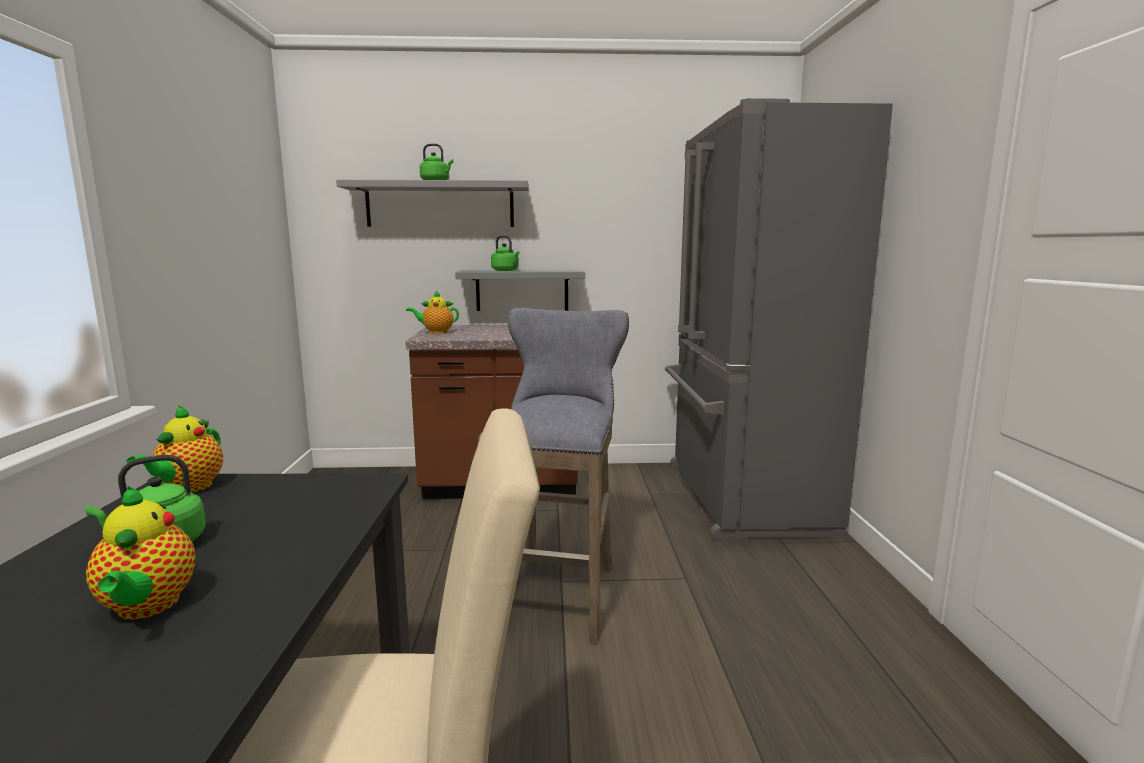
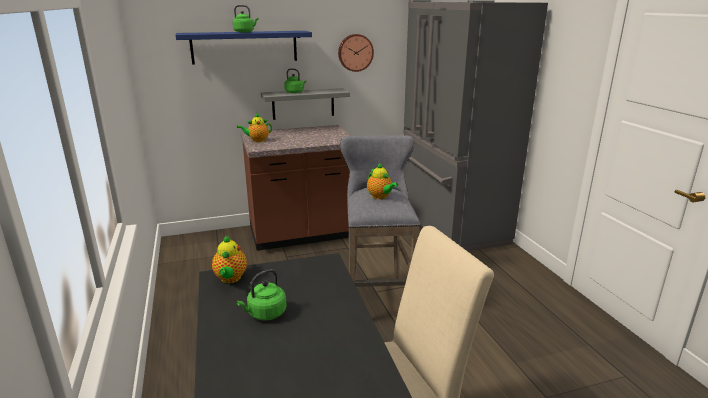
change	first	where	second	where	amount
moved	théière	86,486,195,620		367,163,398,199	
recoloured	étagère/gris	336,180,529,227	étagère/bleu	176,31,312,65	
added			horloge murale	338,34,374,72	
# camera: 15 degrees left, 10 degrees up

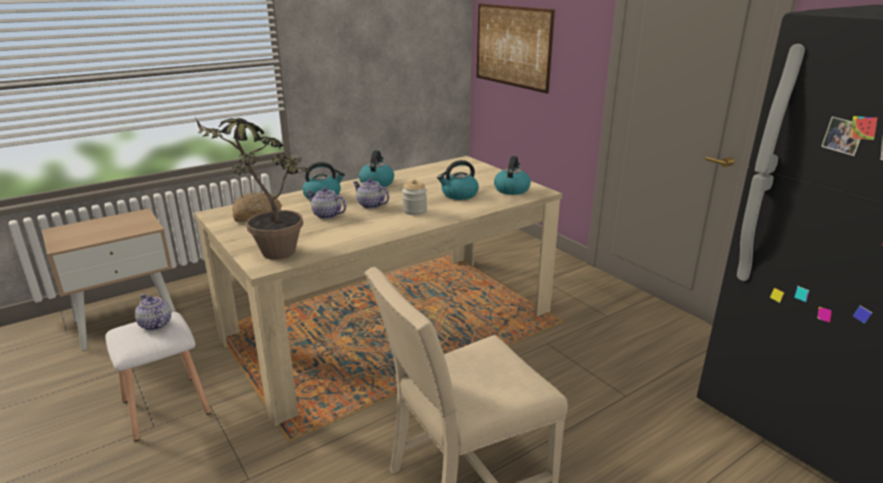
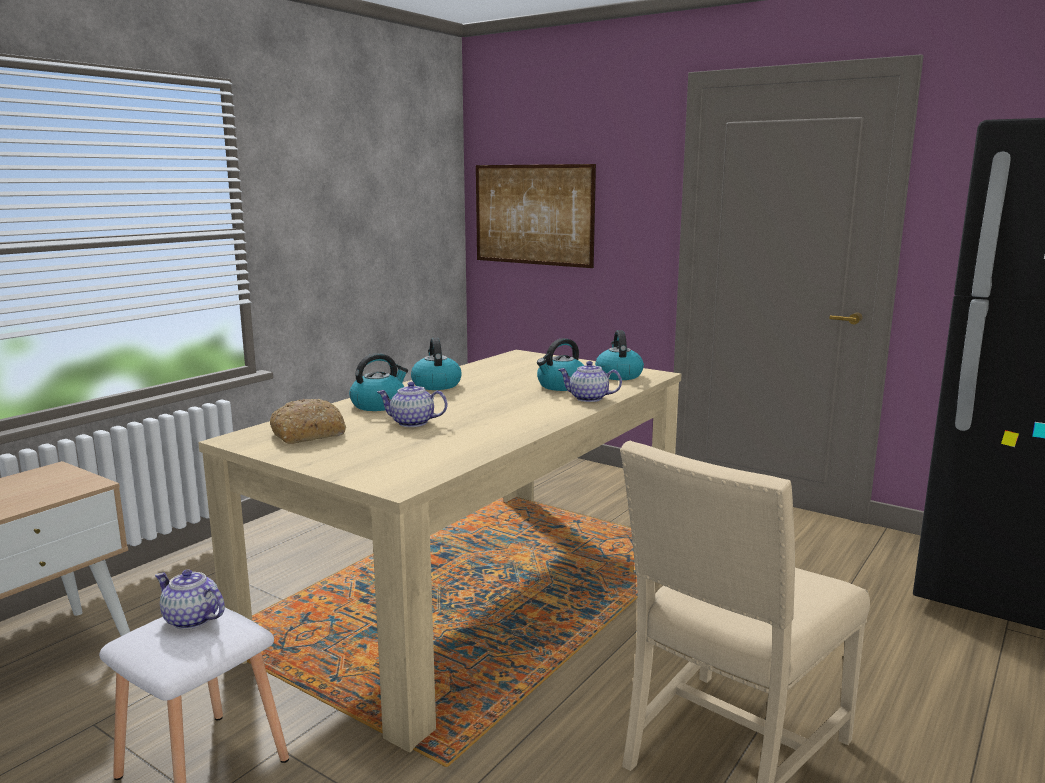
change	first	where	second	where	amount
removed	plante en pot	195,117,310,260			
moved	théière	353,179,389,209		558,361,622,402	
removed	bocal	402,179,427,215			
# camera: 20 degrees left, 10 degrees down

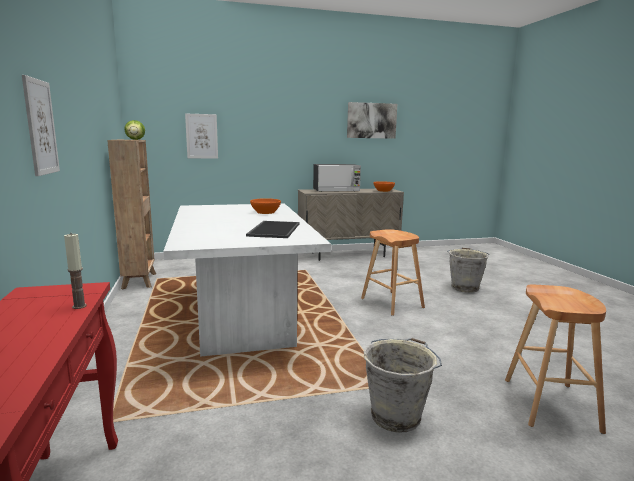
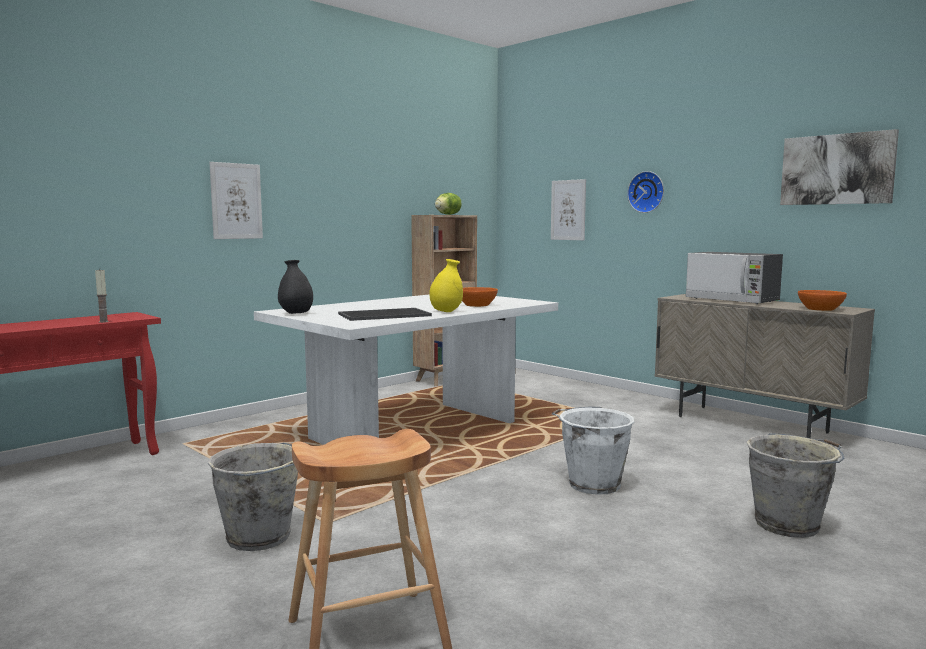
change	first	where	second	where	amount
replaced	tabouret/marron	361,229,425,316	seau/blanc	552,407,634,495	
added			vase/noir	278,260,313,314	
added			vase/jaune	429,259,463,312	
added			horloge murale	627,171,664,213	
# camera: 60 degrees right, 5 degrees down

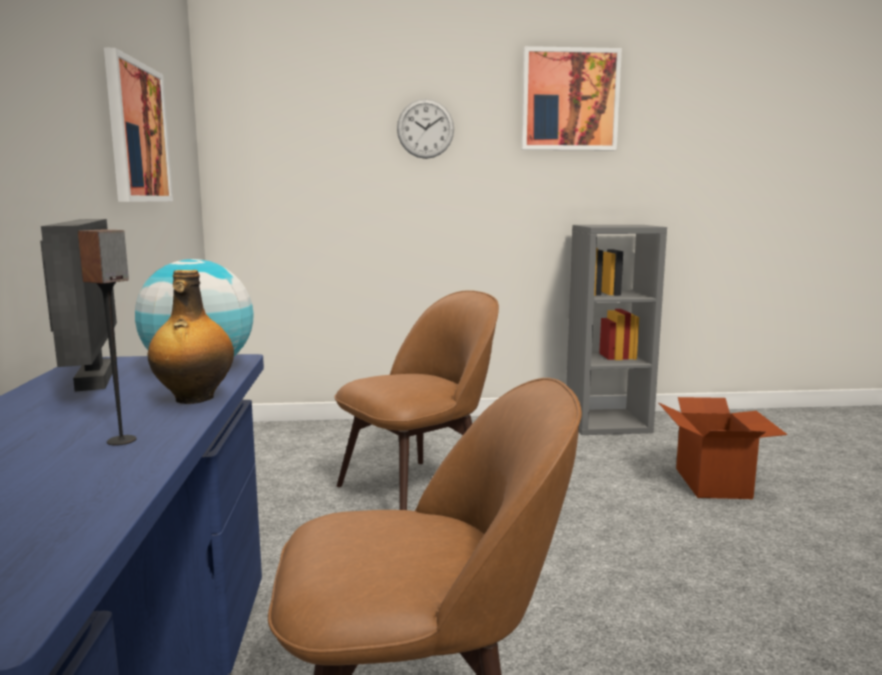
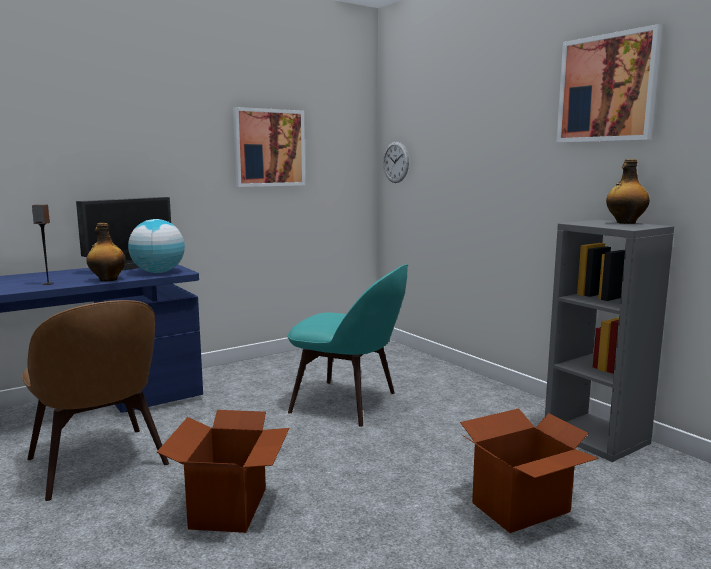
change	first	where	second	where	amount
recoloured	chaise/marron	334,290,499,510	chaise/turquoise	287,264,408,427	
moved	horloge murale	397,99,454,159		383,142,409,183	
added			carton	157,410,289,533	
added			bouteille	606,159,650,224	
# camera: 60 degrees right, 0 degrees up

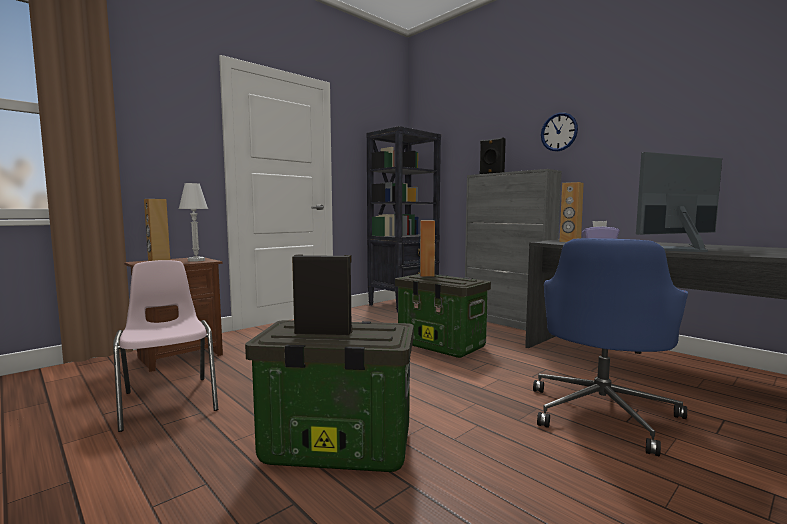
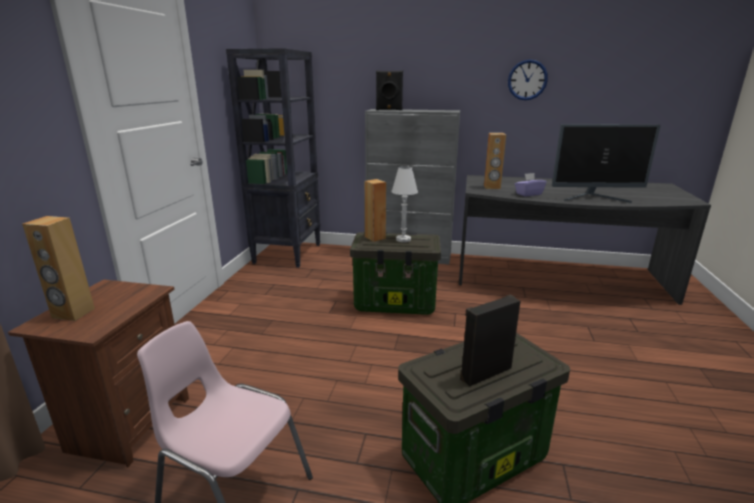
change	first	where	second	where	amount
moved	lampe de table/blanc	179,183,208,262		392,166,418,242	
removed	chaise de bureau/bleu	533,238,688,457			
moved	horloge murale	541,112,578,151		508,59,548,100	
turned	écran d'ordinateur	636,152,722,252		552,124,661,203	120 degrees counterclockwise
# camera: 35 degrees left, 15 degrees up

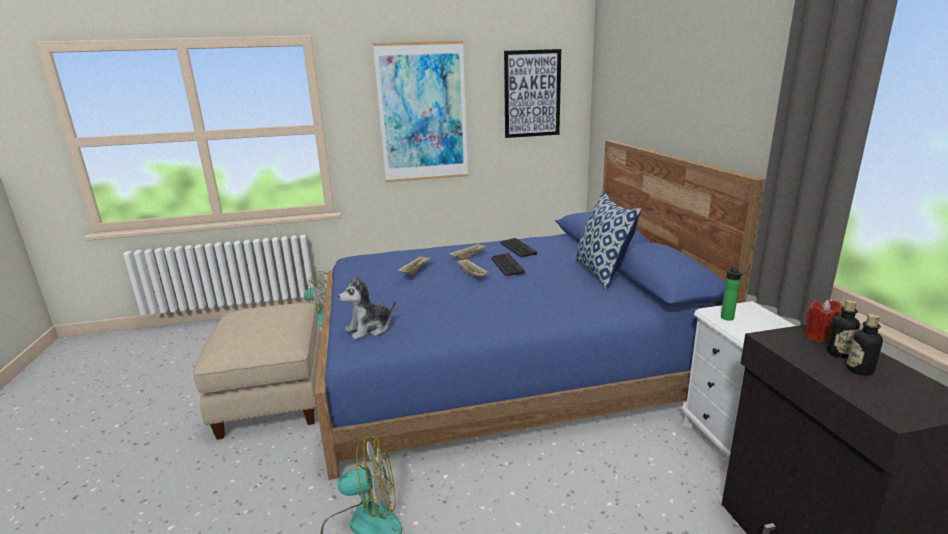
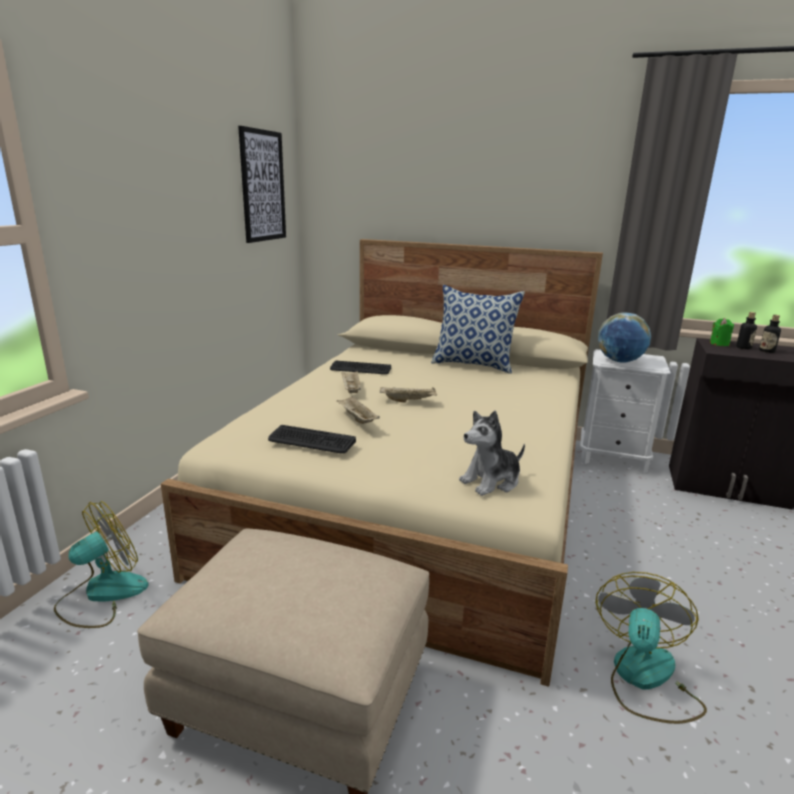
change	first	where	second	where	amount
recoloured	lit/bleu	314,140,765,480	lit/beige	161,239,603,687	
turned	peluche	338,276,396,340		459,411,525,496	60 degrees clockwise
removed	tableau	373,41,468,182			
moved	clavier	491,253,525,276		268,425,356,453	
replaced	bouteille	721,267,743,321	globe	598,312,651,363	
recoloured	bougie/rouge	805,300,843,343	bougie/vert	710,318,734,346	
# camera: 60 degrees left, 0 degrees up

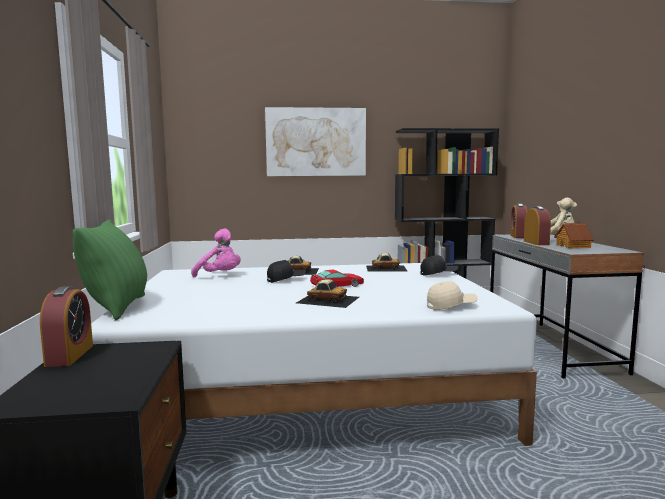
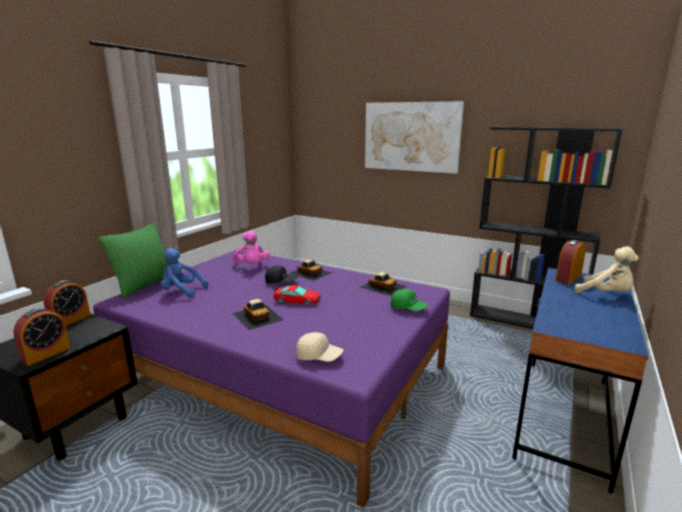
change	first	where	second	where	amount
recoloured	lit/blanc	91,263,537,446	lit/violet	93,249,450,508	
recoloured	casquette/noir	420,255,459,276	casquette/vert	391,289,429,311	
recoloured	bureau/gris	490,234,644,378	bureau/bleu	512,268,649,494	
moved	réveil	524,206,551,245		13,308,71,366	
removed	maison miniature	554,223,594,248			
added			peluche/bleu	161,248,208,298	
# camera: 35 degrees right, 10 degrees up

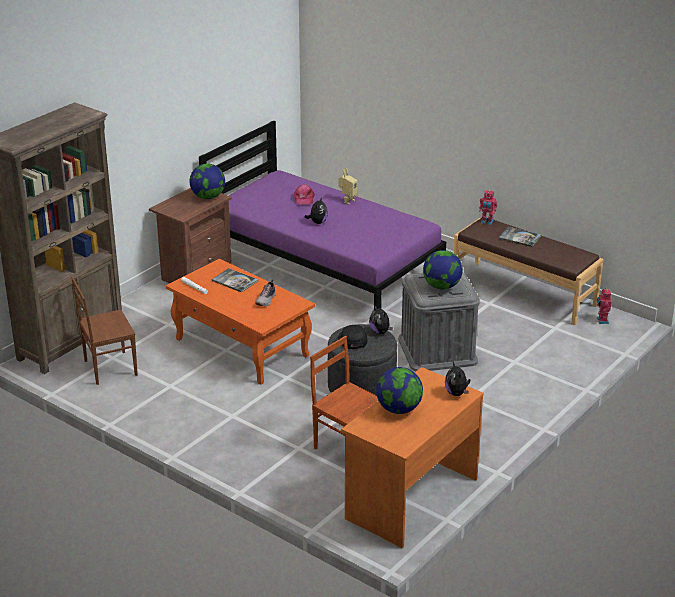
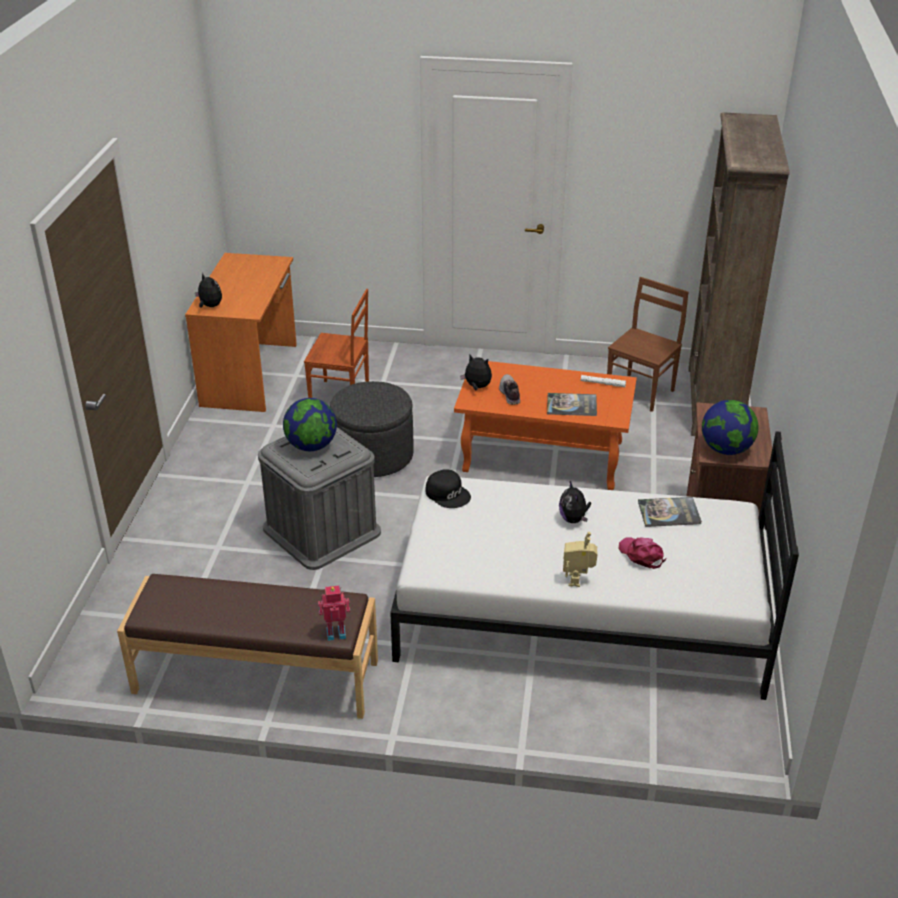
change	first	where	second	where	amount
recoloured	lit/violet	199,120,446,310	lit/blanc	390,431,799,700	
moved	casquette/noir	338,325,367,349		426,469,471,508	
moved	peluche	369,305,393,334		460,355,492,390	
removed	globe	376,367,423,414			
moved	livre	499,227,541,247		638,497,702,527	
removed	robot jouet	597,289,612,324			
# camera: 150 degrees right, 5 degrees up

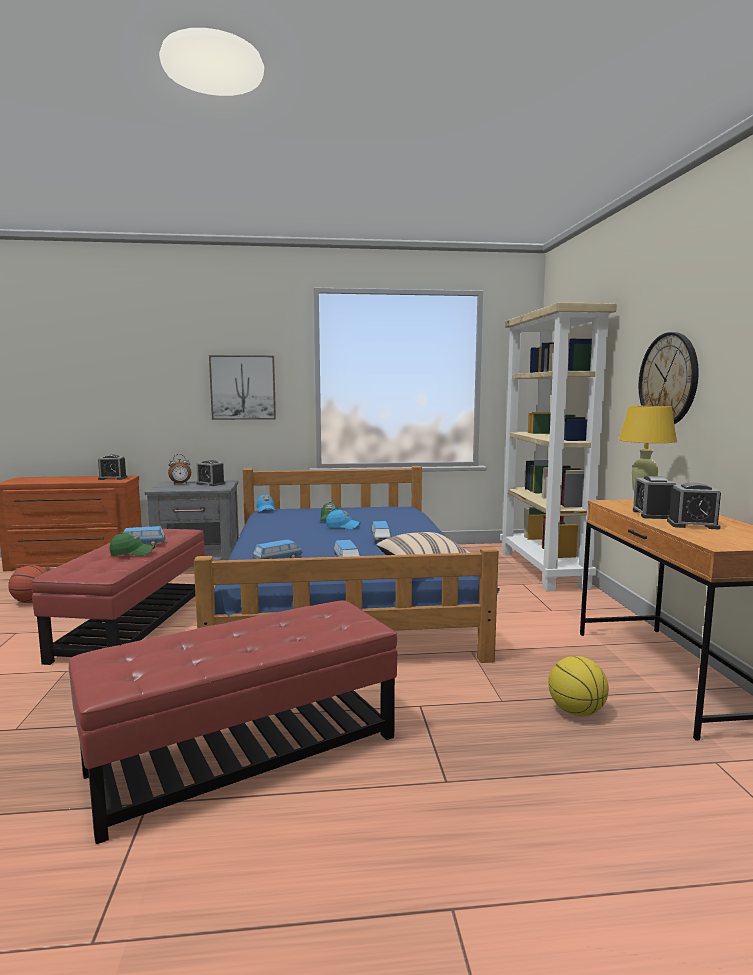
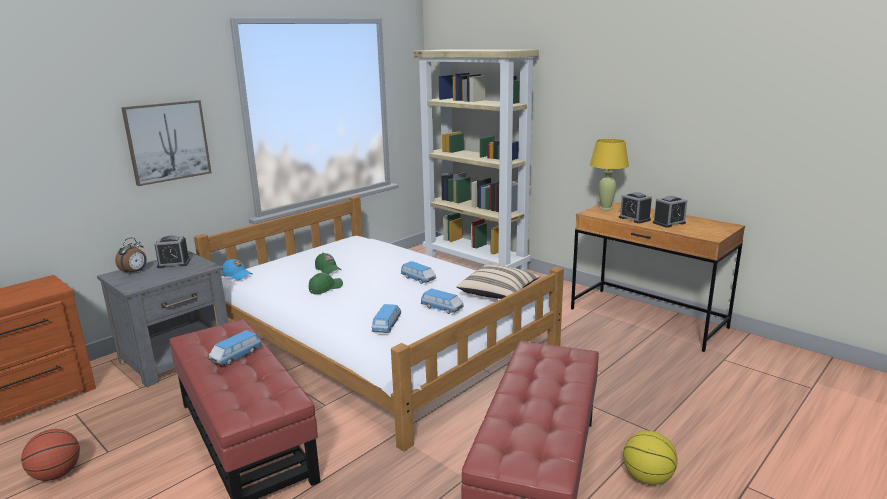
change	first	where	second	where	amount
removed	réveil	98,455,127,480			
moved	casquette/vert	110,532,156,556		309,273,343,295	
recoloured	lit/bleu	194,466,500,663	lit/blanc	194,196,564,452	
removed	casquette/bleu	326,509,361,529			
moved	ballon de basket	548,656,609,716		623,431,678,485	
removed	horloge murale	639,332,699,424			
# camera: 40 degrees left, 10 degrees up

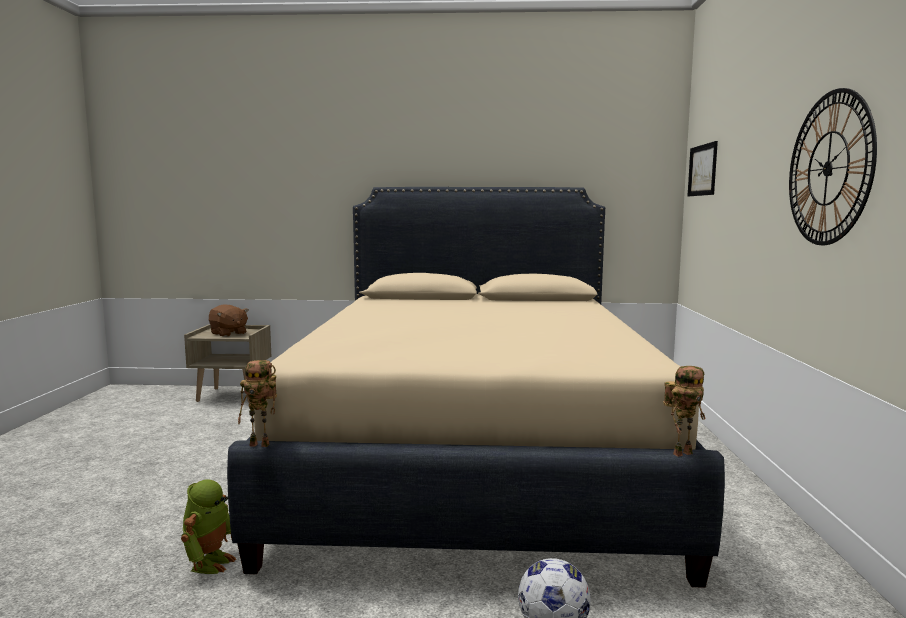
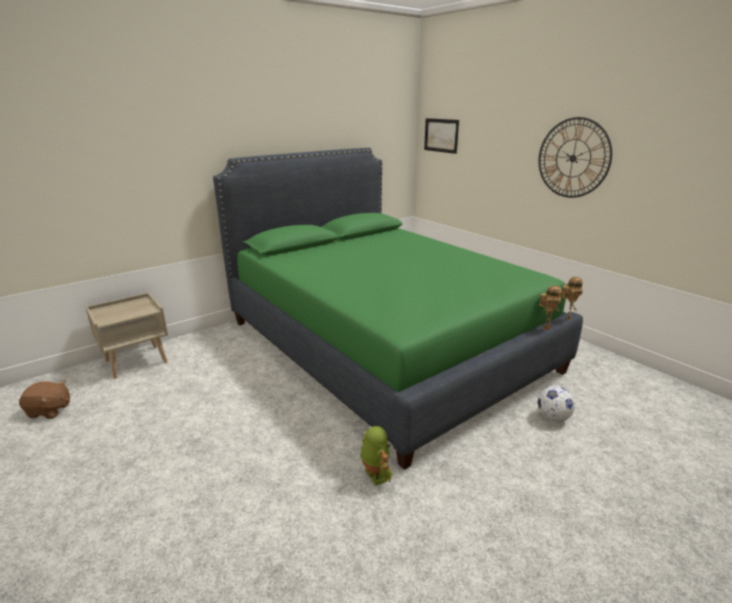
change	first	where	second	where	amount
moved	peluche/marron	209,304,248,337		19,380,70,419	
recoloured	lit/beige	227,187,725,588	lit/vert	213,148,583,470	
moved	robot jouet	238,360,277,447		539,285,562,331	
# camera: 40 degrees left, 15 degrees up

